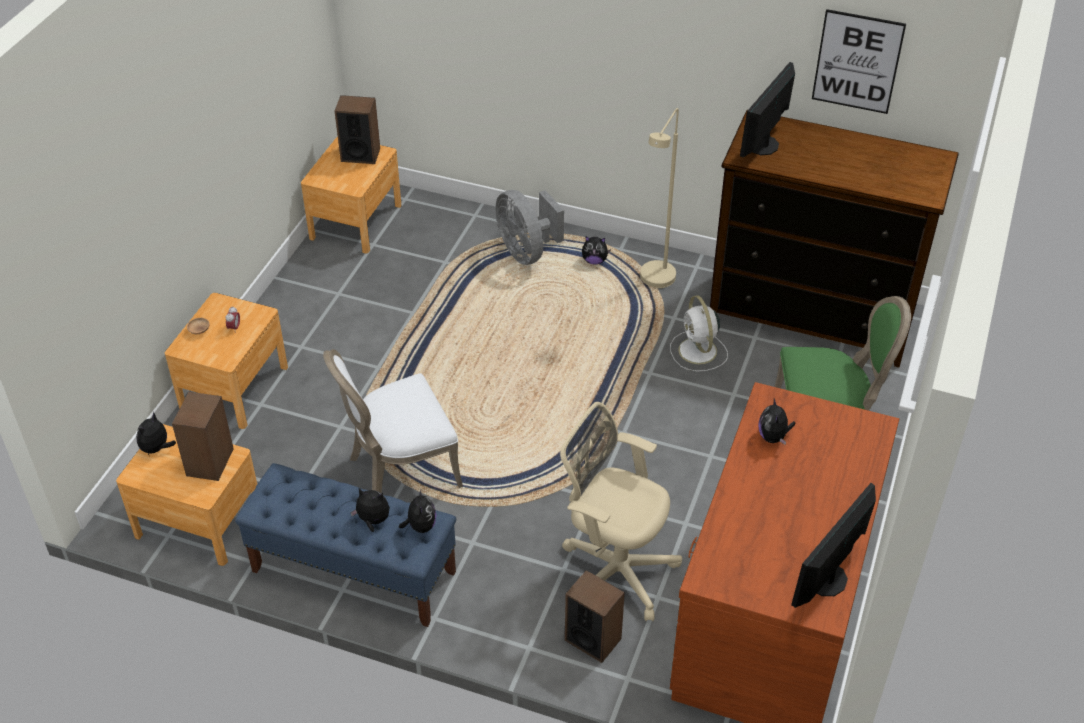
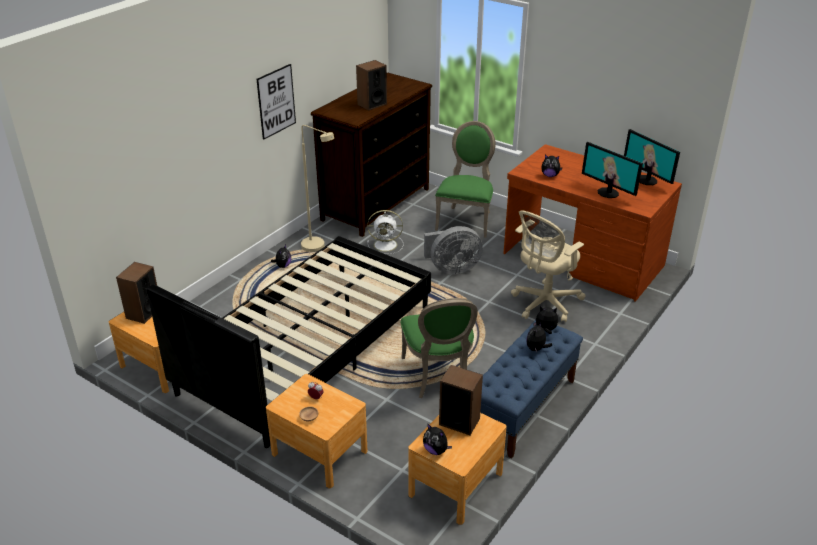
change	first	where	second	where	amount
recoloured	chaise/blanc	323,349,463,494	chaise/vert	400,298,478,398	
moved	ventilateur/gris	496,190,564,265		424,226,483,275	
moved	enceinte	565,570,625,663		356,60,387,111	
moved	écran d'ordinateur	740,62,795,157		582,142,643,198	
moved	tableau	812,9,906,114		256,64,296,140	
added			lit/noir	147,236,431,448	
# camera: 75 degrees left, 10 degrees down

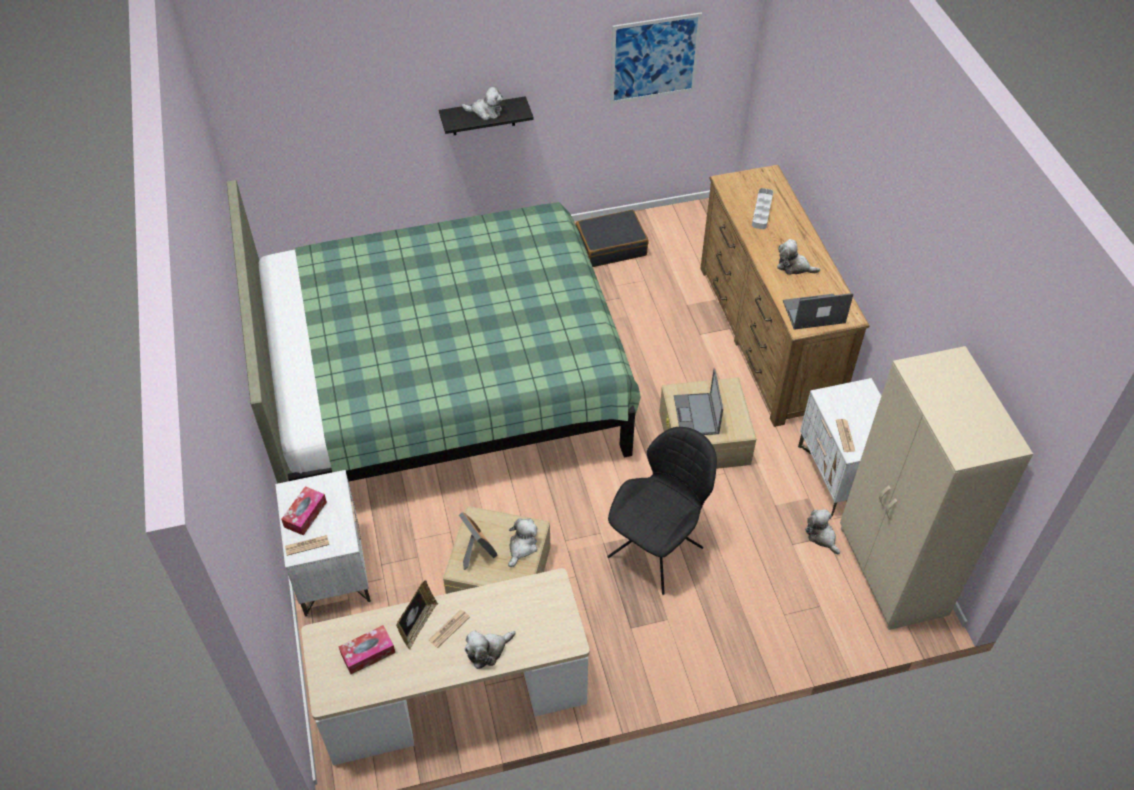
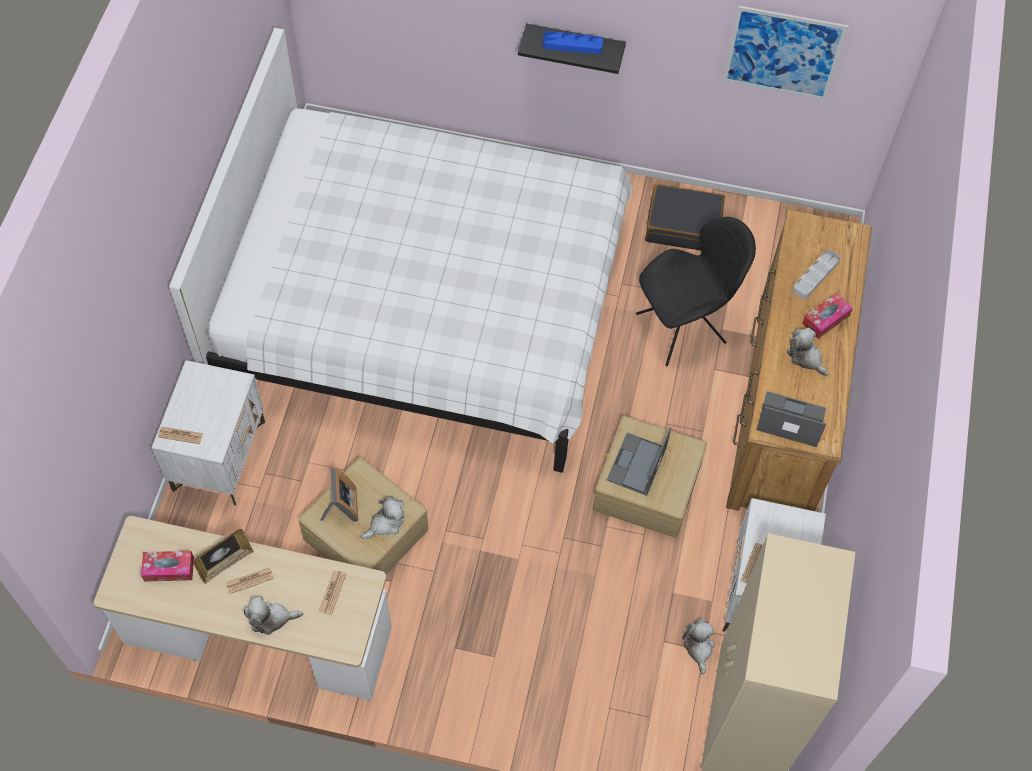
change	first	where	second	where	amount
recoloured	lit/vert	227,180,641,484	lit/blanc	169,28,633,473	
moved	boîte à mouchoirs	281,486,327,536		802,293,853,339	
replaced	peluche	462,87,503,120	plateau/bleu	543,31,603,54	
moved	chaise/noir	607,427,717,595		636,217,756,366	
added			journal	319,570,347,615	
# camera: 25 degrees right, 10 degrees up

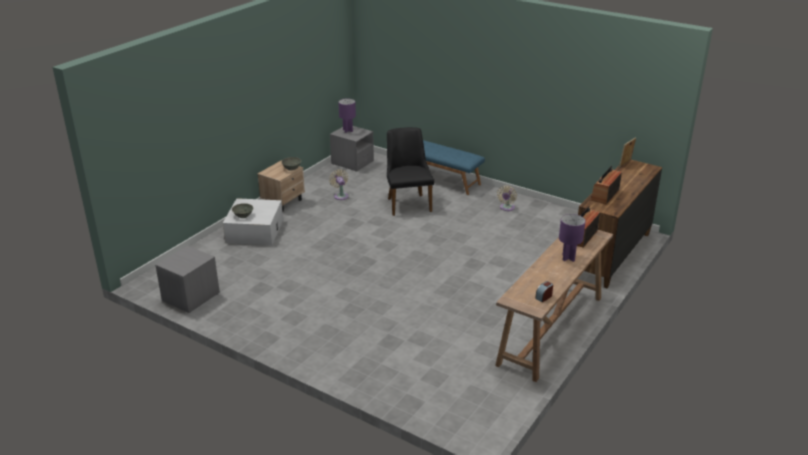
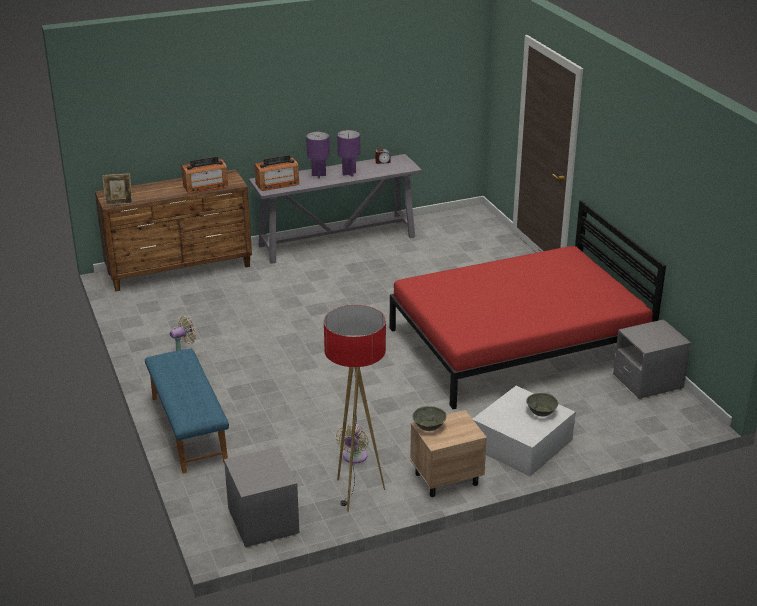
change	first	where	second	where	amount
moved	lampe de table/violet	338,98,356,133		337,130,360,177	
removed	chaise/noir	387,127,434,216			
recoloured	table console/marron	495,230,613,382	table console/gris	249,154,422,264	
added			lampadaire	324,305,386,512	
added			lit/rouge	390,200,666,409	
# camera: 145 degrees left, 0 degrees up

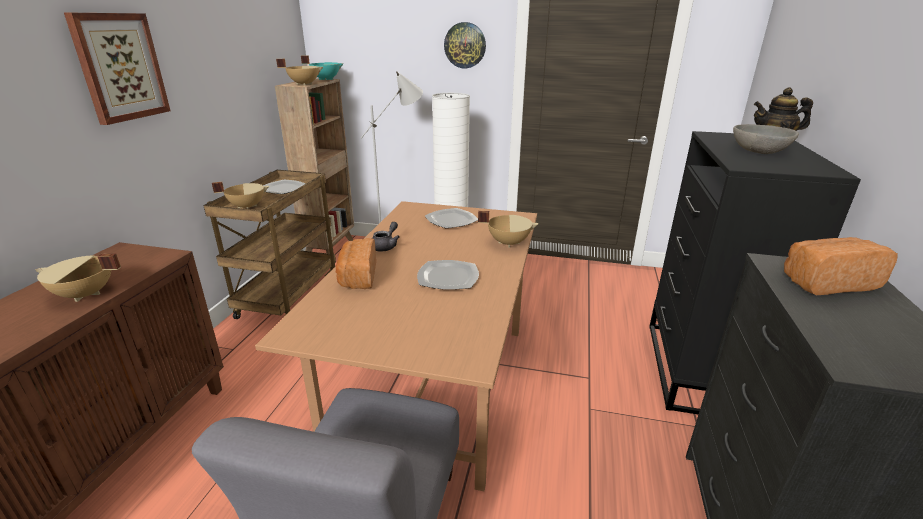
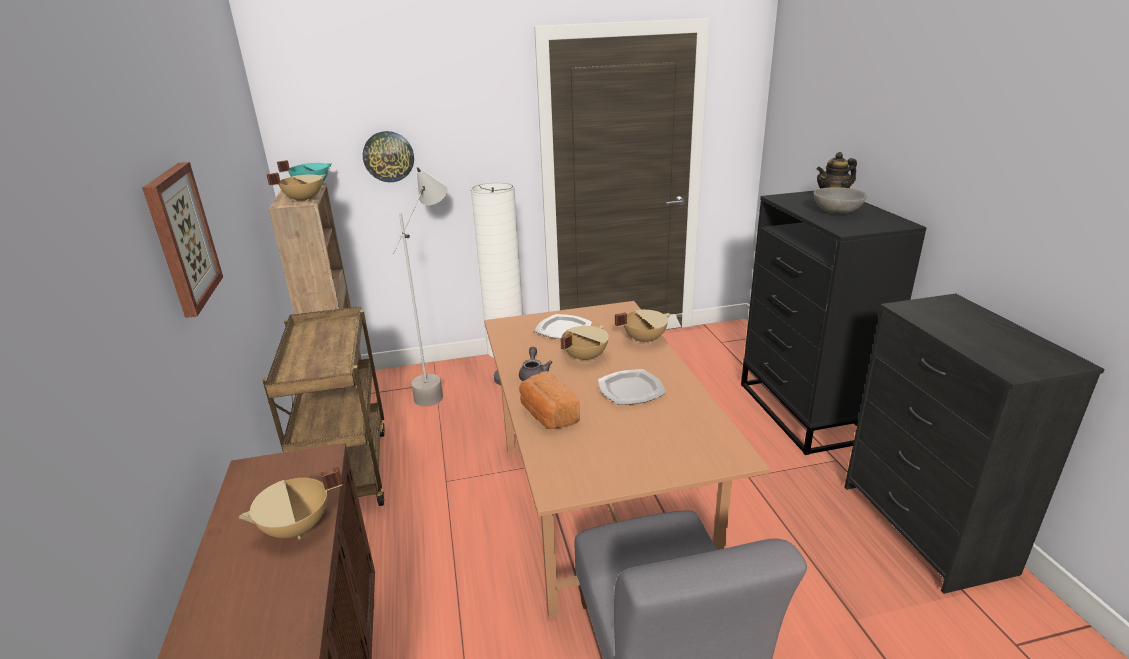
change	first	where	second	where	amount
moved	marmite/beige	212,182,269,209		560,325,609,362	
removed	assiette	263,180,305,194			
moved	horloge murale	444,22,486,68		363,131,414,182	
removed	pain	784,237,898,295			
# camera: 25 degrees left, 0 degrees up

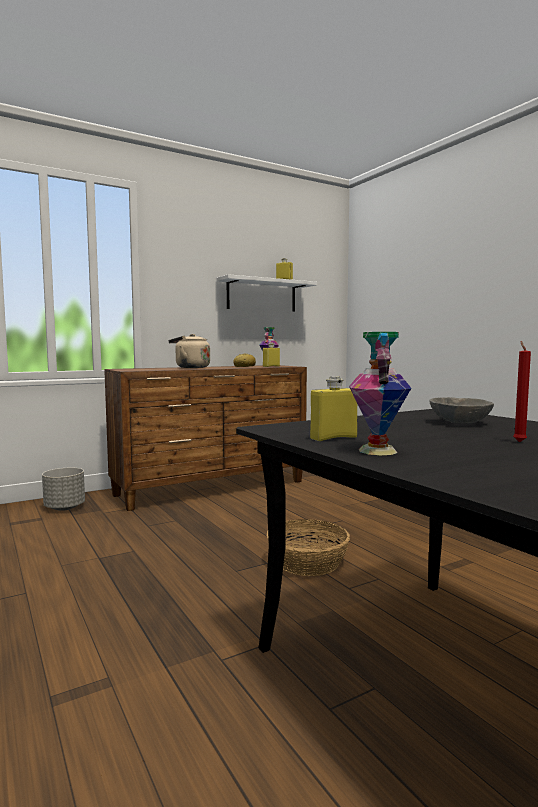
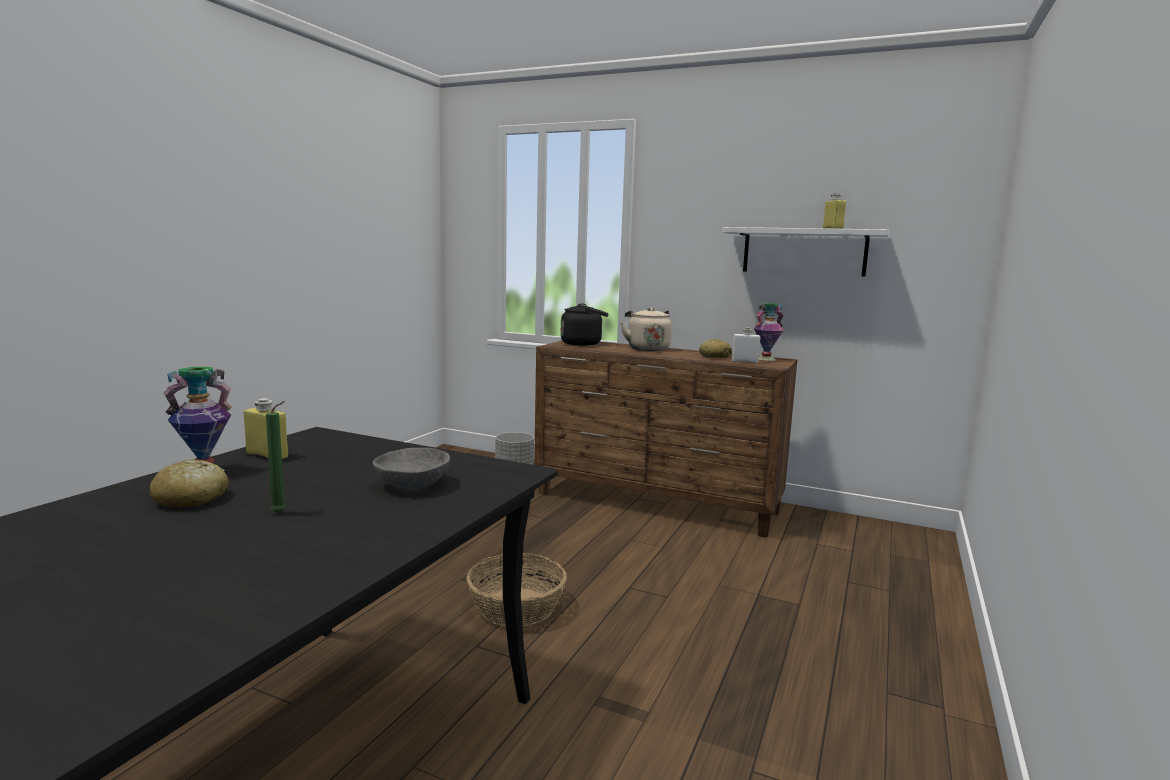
change	first	where	second	where	amount
recoloured	bouteille/jaune	263,343,280,367	bouteille/blanc	732,327,760,363	
recoloured	bougie/rouge	513,341,531,442	bougie/vert	266,401,286,513	
added			pain	150,459,229,507	
added			bouilloire/noir	560,303,609,346	
# camera: 55 degrees right, 5 degrees up

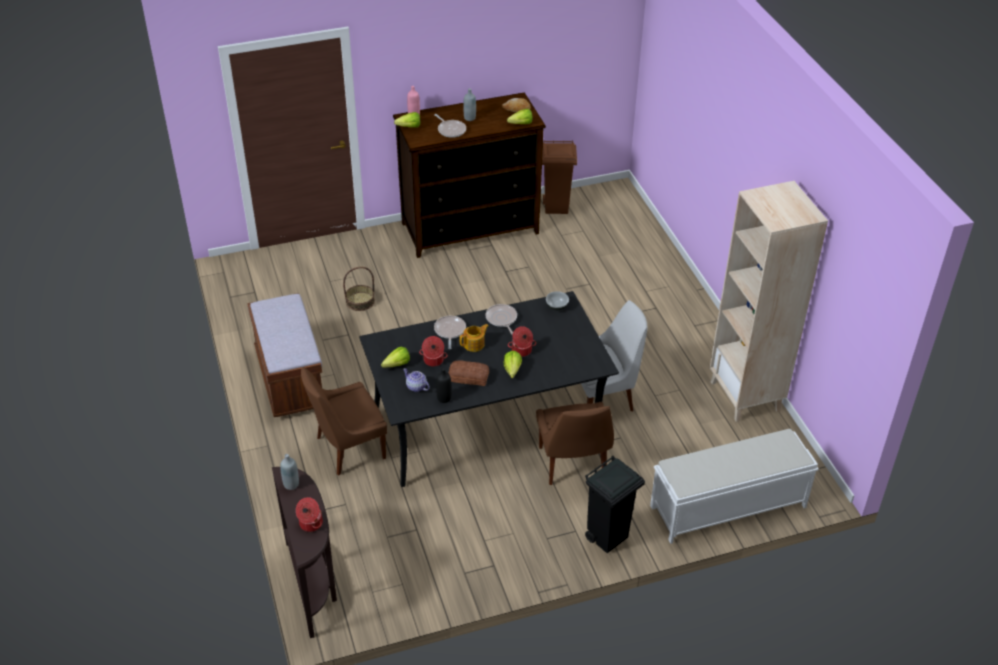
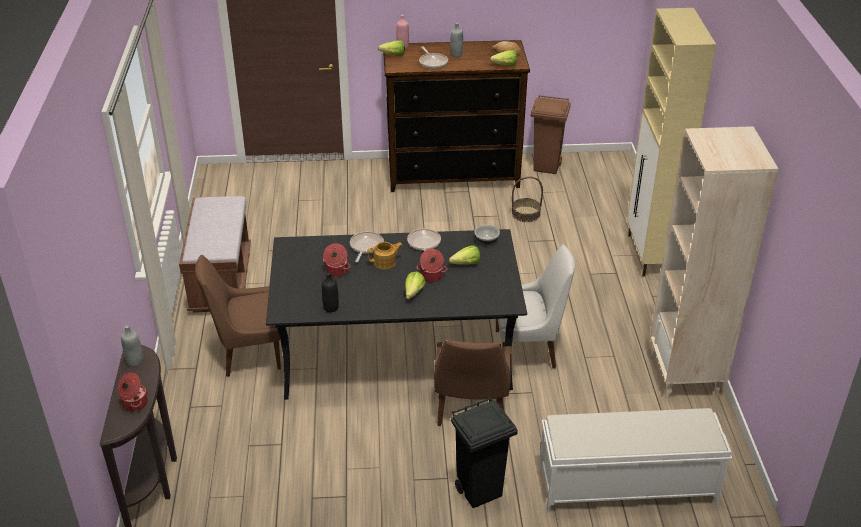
change	first	where	second	where	amount
moved	panier	343,267,375,311		512,177,543,222	
moved	laitue	381,347,410,368		449,245,480,265	
removed	théière	403,368,430,392			
removed	pain	449,360,489,386			
added			meuble de rangement/beige	627,8,716,276	
# camera: 15 degrees right, 5 degrees down

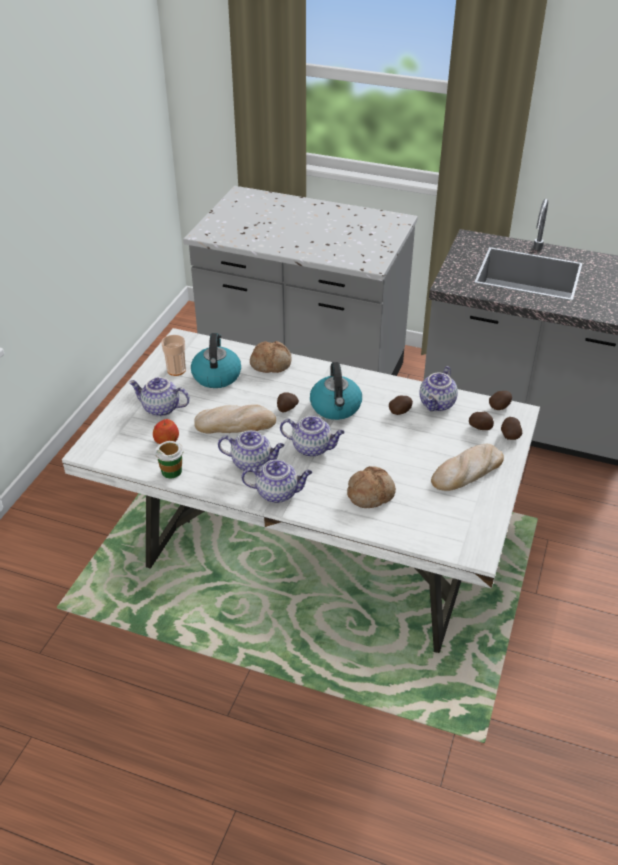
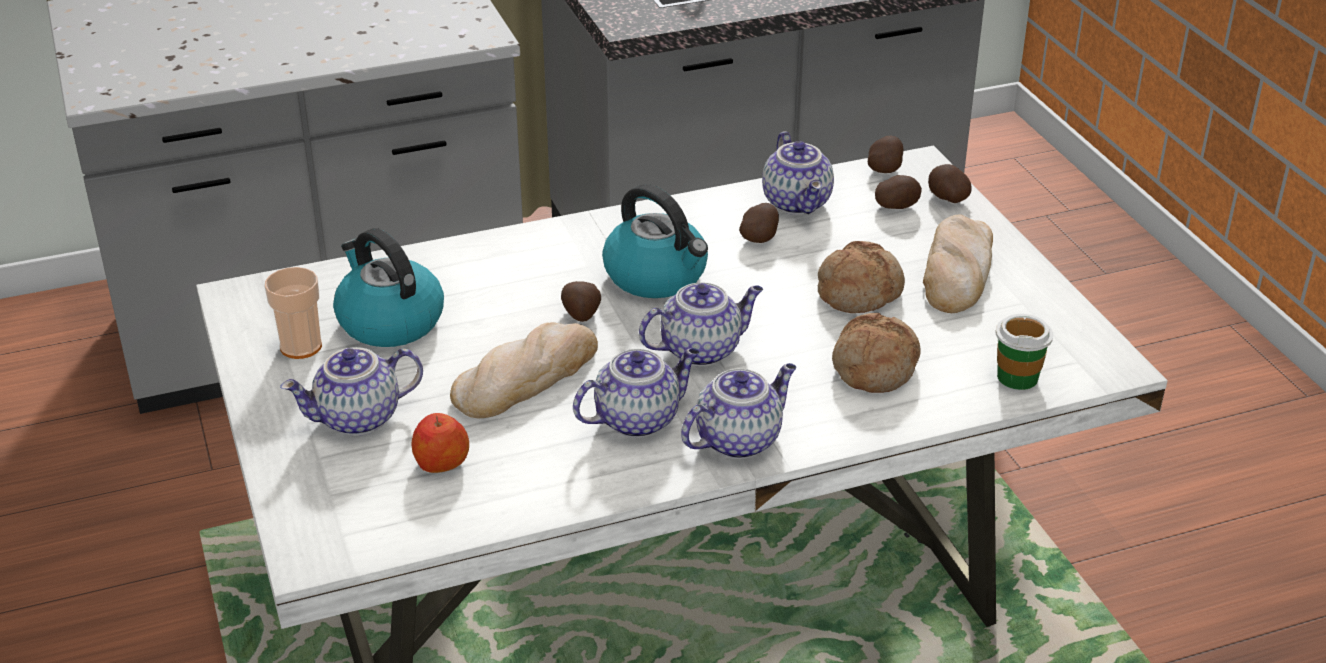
change	first	where	second	where	amount
moved	tasse	155,441,184,478		996,314,1053,390	
moved	pain	250,341,292,373		818,241,905,313	
# camera: 40 degrees left, 5 degrees down

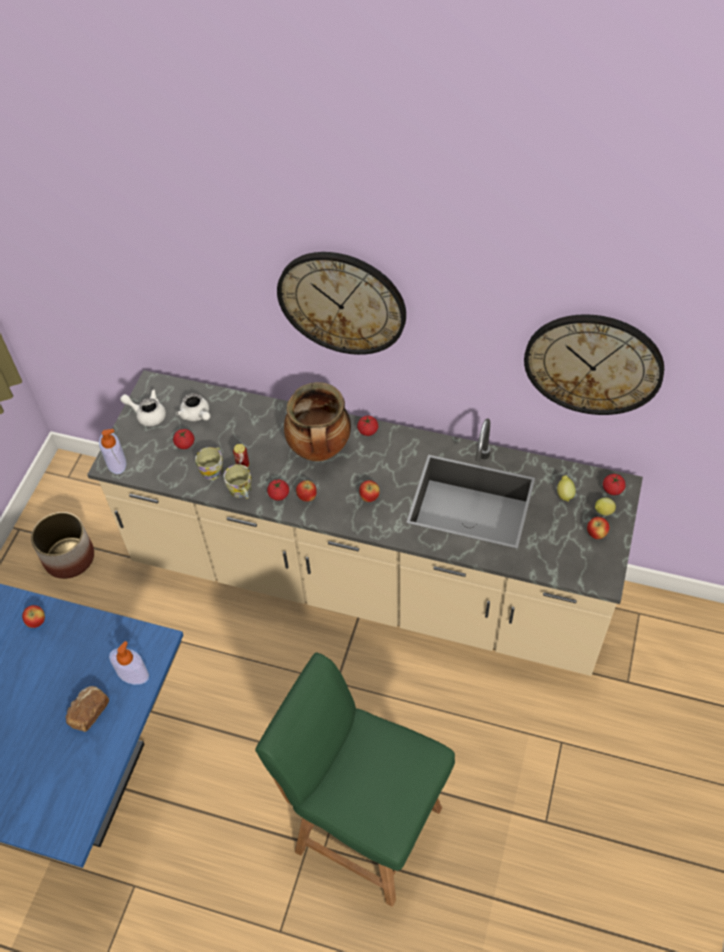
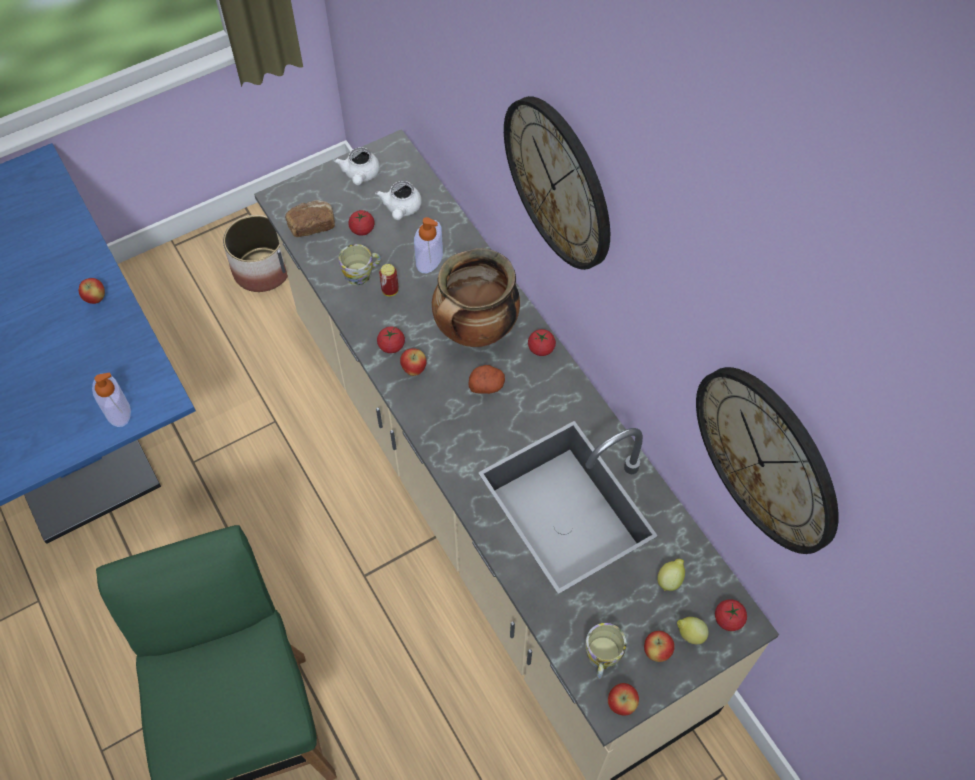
change	first	where	second	where	amount
moved	pain	66,686,109,732		285,200,335,237	
moved	distributeur de savon	99,429,127,474		414,217,443,273	
turned	théière/blanc	120,390,166,426		334,147,380,185	150 degrees counterclockwise
moved	mug	223,464,251,499		585,623,626,679	
moved	pomme	359,480,380,502		608,683,639,716	
added			pomme de terre	468,365,505,394	
# camera: 40 degrees right, 5 degrees up

